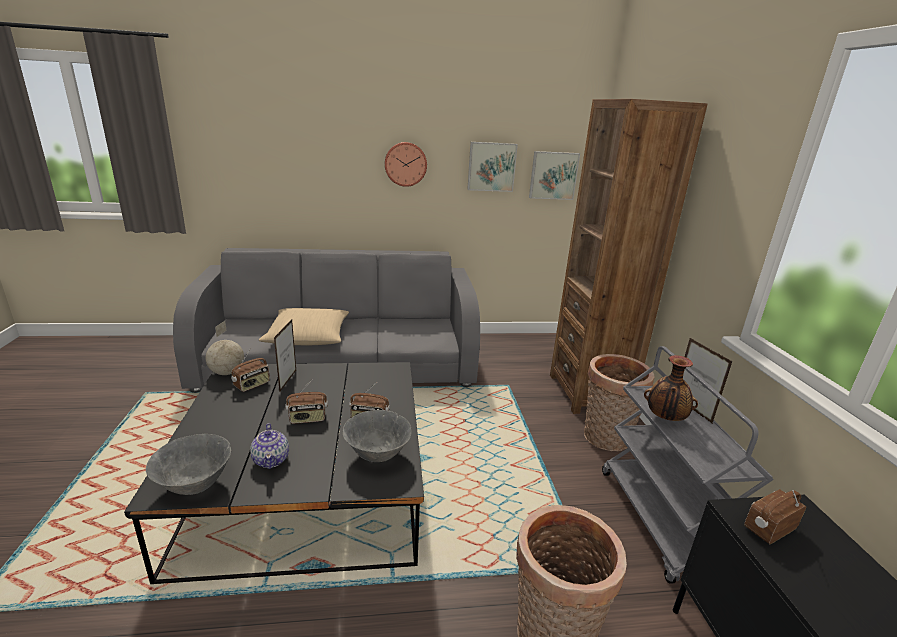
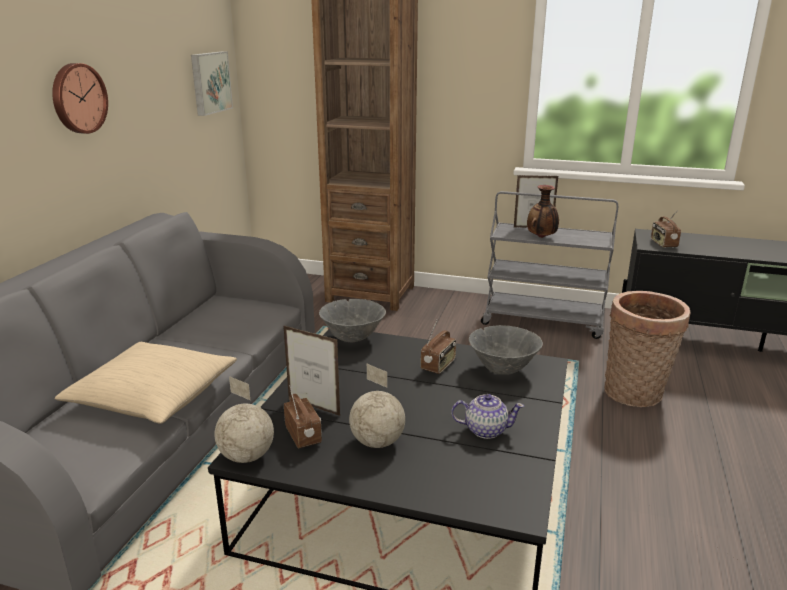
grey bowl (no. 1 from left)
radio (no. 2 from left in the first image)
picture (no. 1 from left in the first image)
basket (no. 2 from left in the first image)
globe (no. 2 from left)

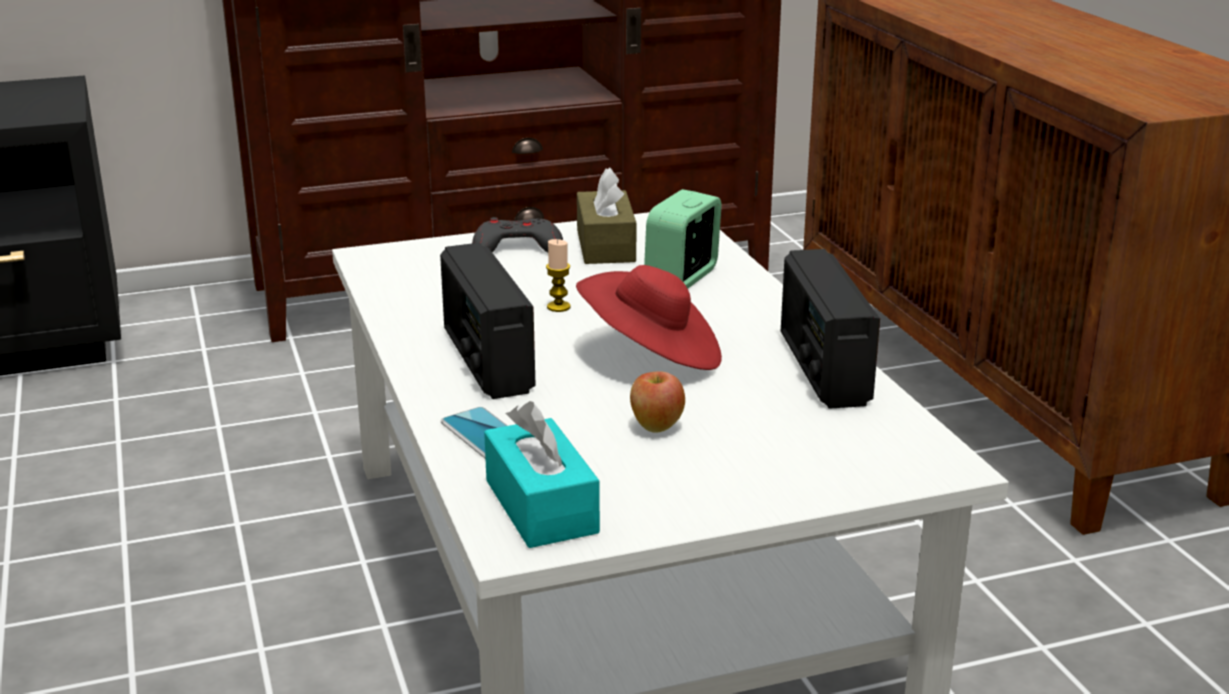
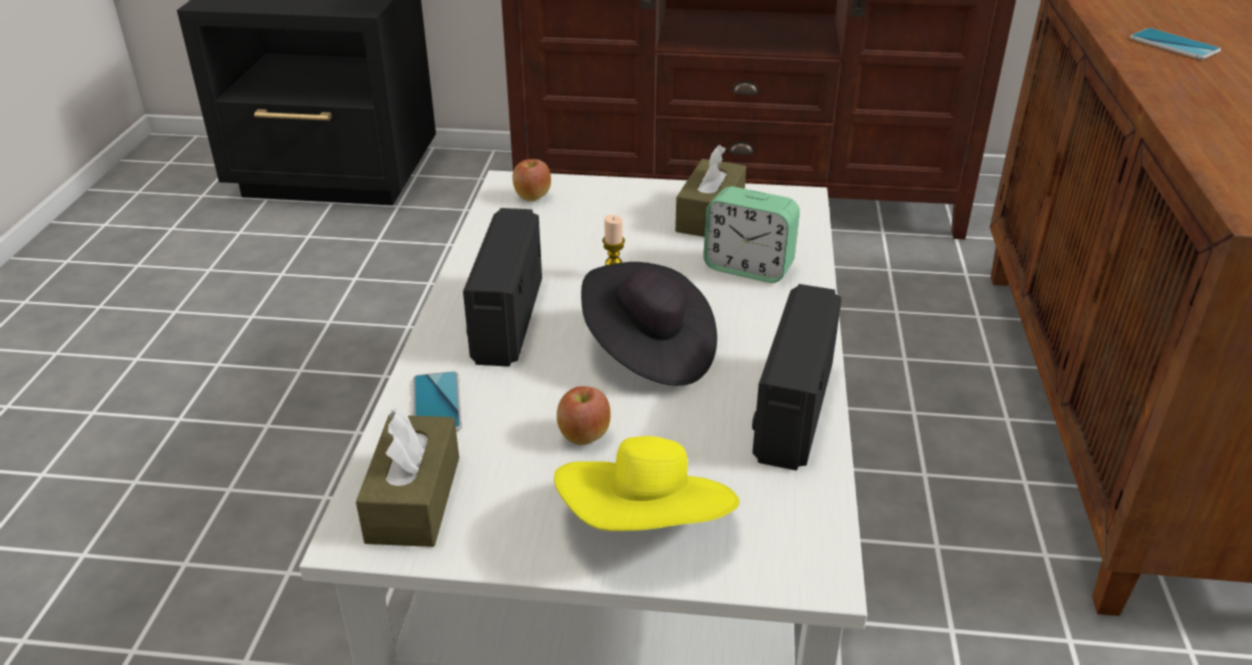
grey game controller
brown tissue box (no. 1 from left)
black hat
alarm clock
apple (no. 1 from left)
yellow hat
phone (no. 2 from left)

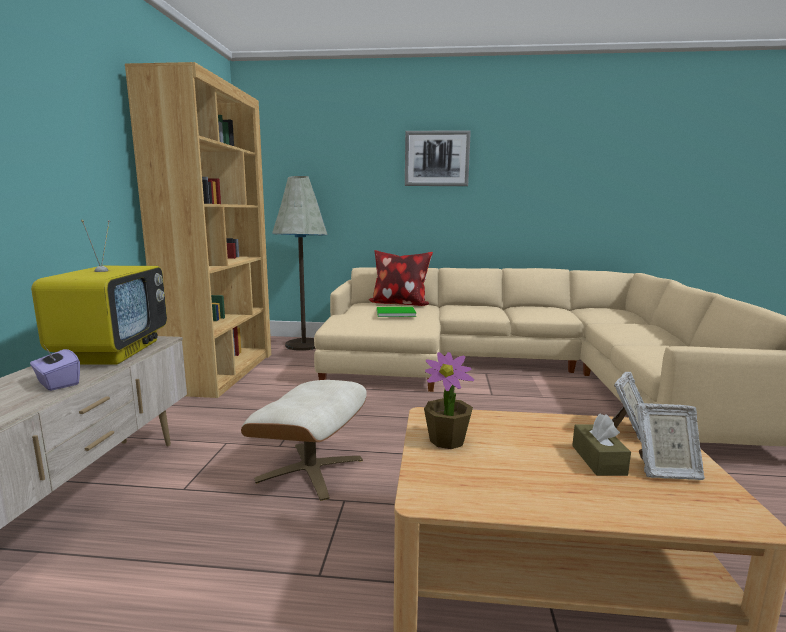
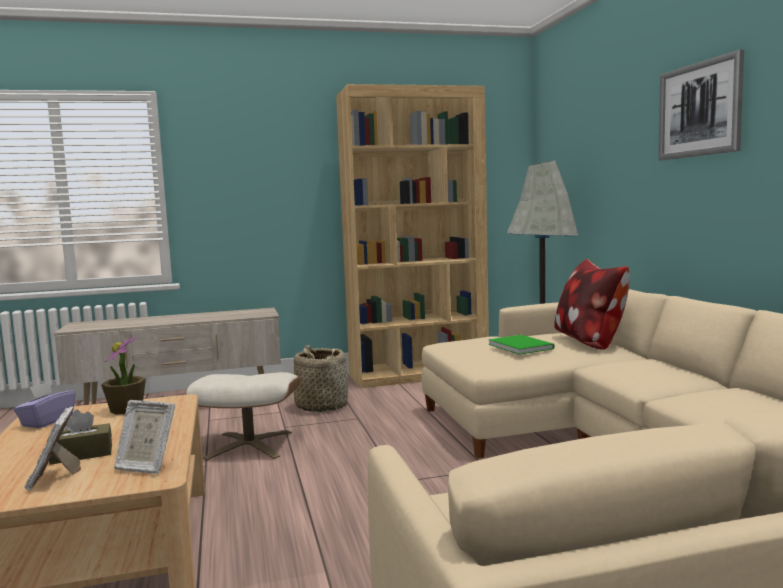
purple tissue box
television
basket

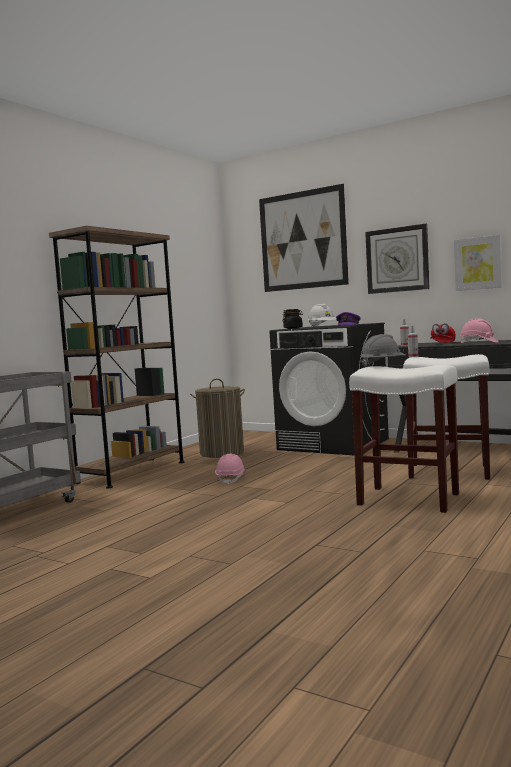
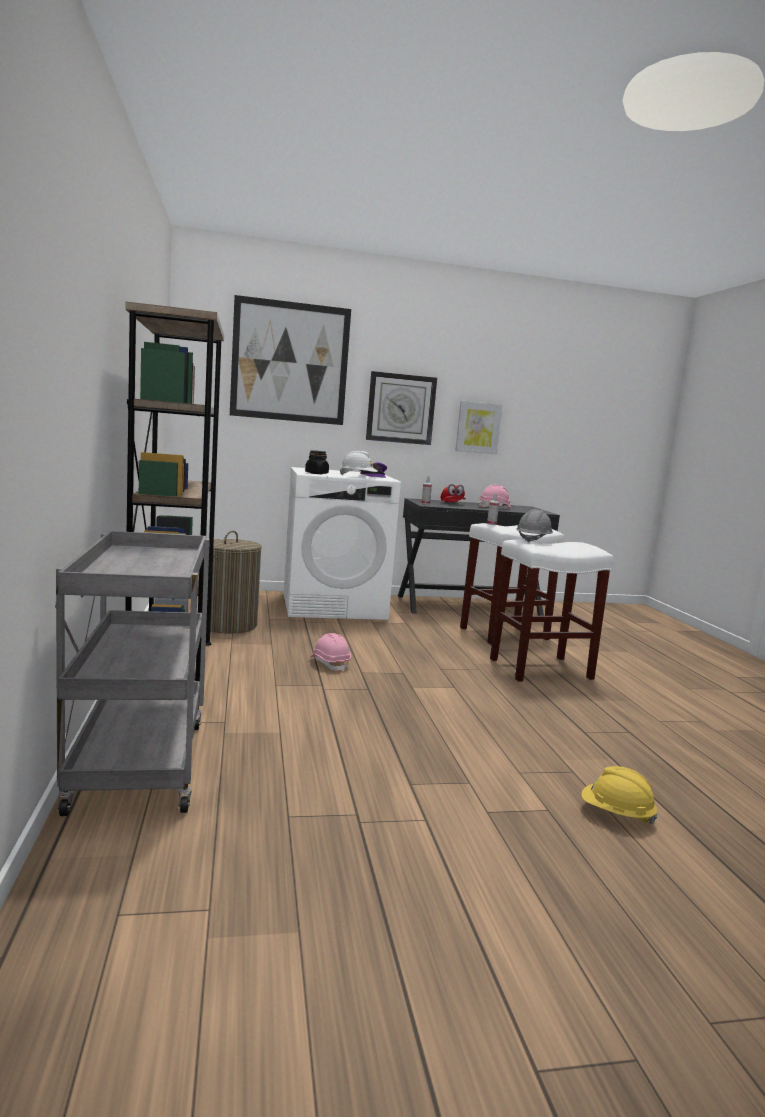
white washing machine
yellow hard hat

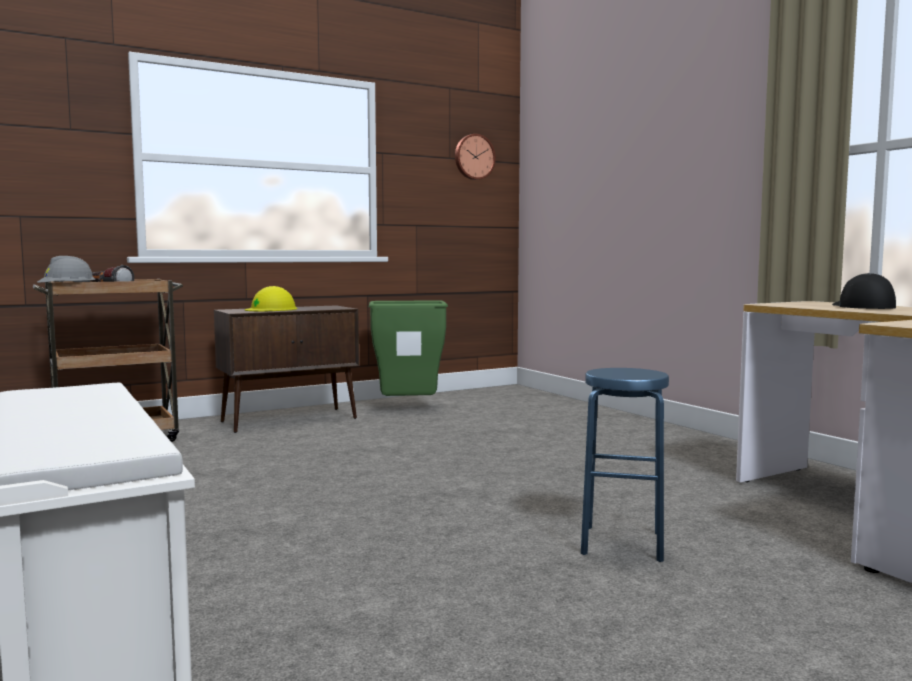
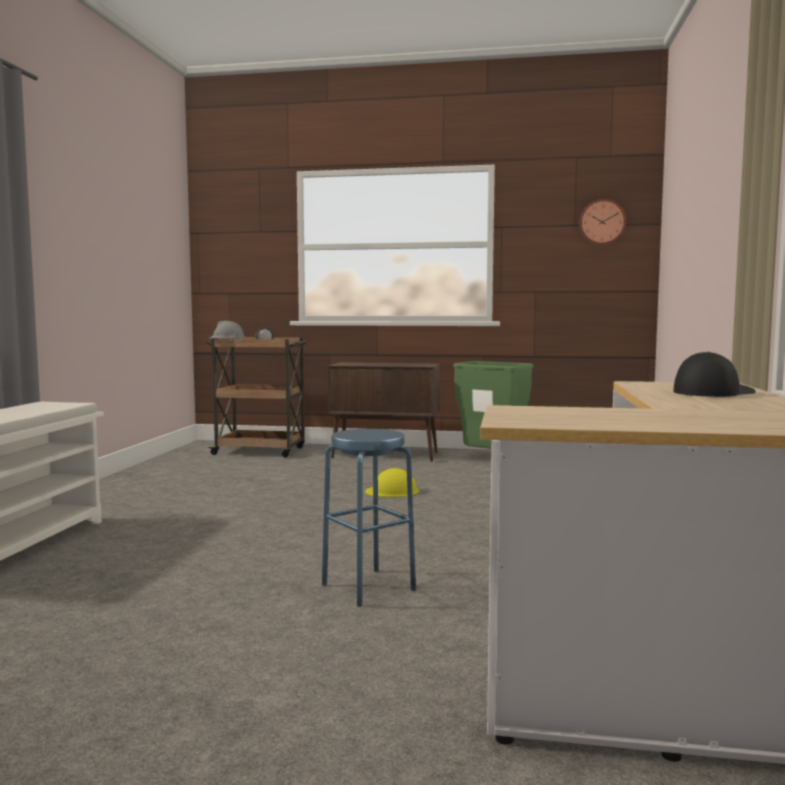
yellow hard hat

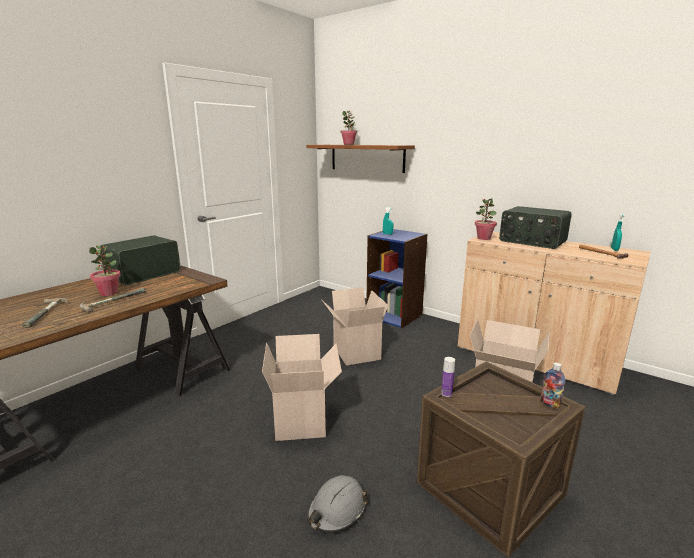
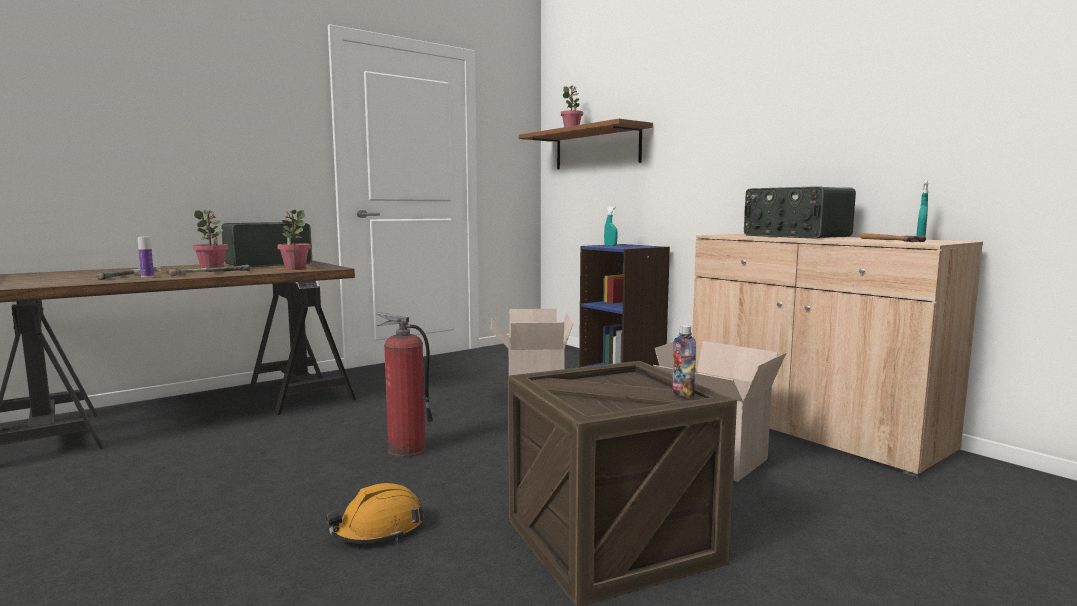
fire extinguisher
orange hard hat
bottle (no. 1 from left)
potted plant (no. 2 from left)

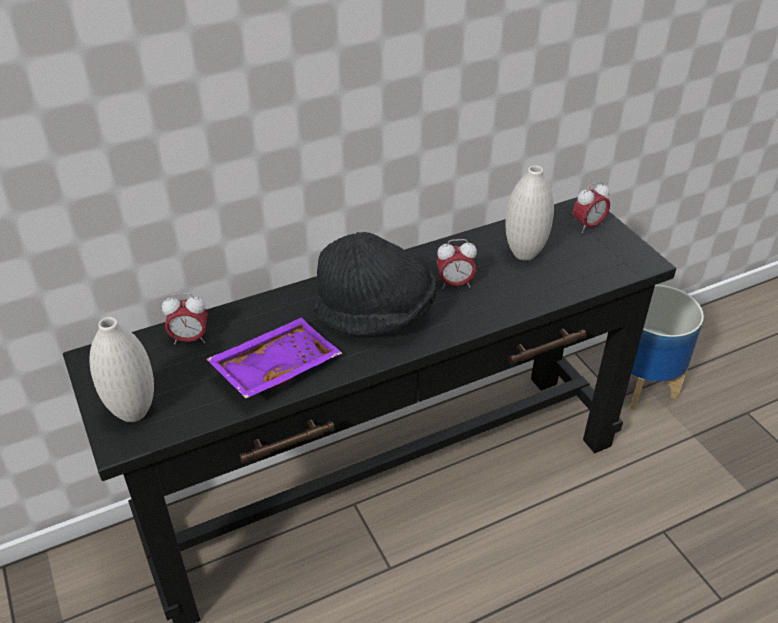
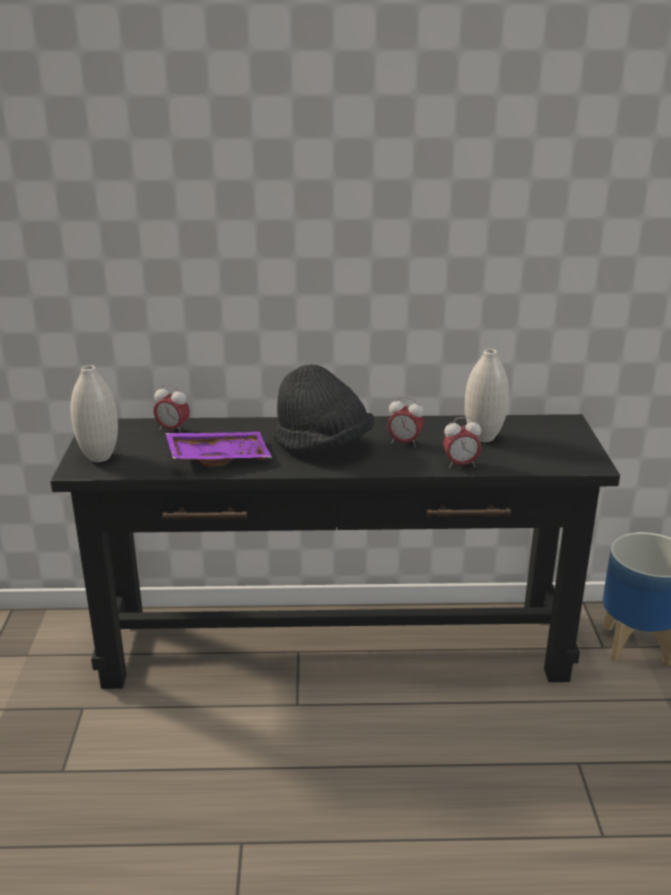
alarm clock (no. 3 from left)

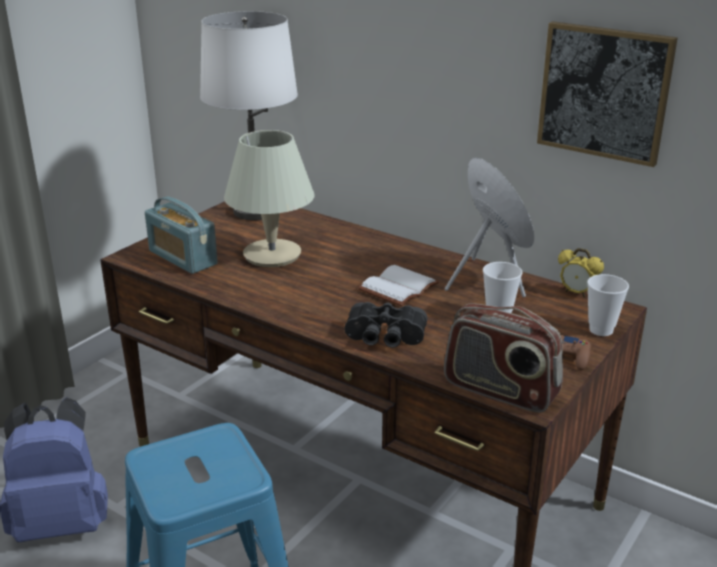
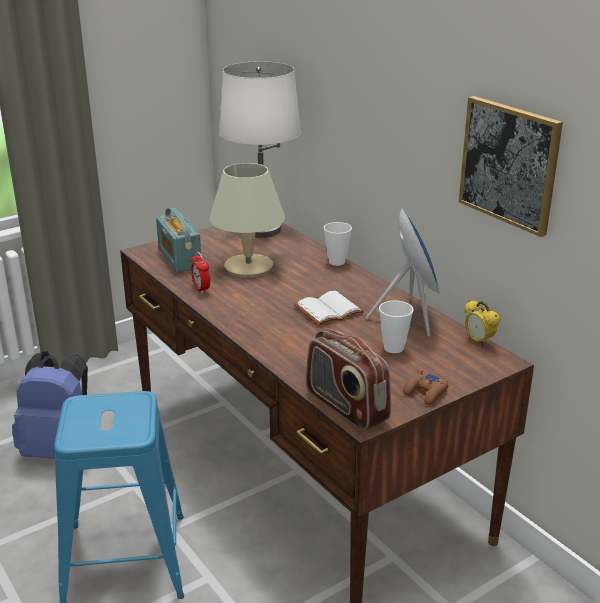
black binoculars
cup (no. 1 from left)
alarm clock (no. 1 from left)

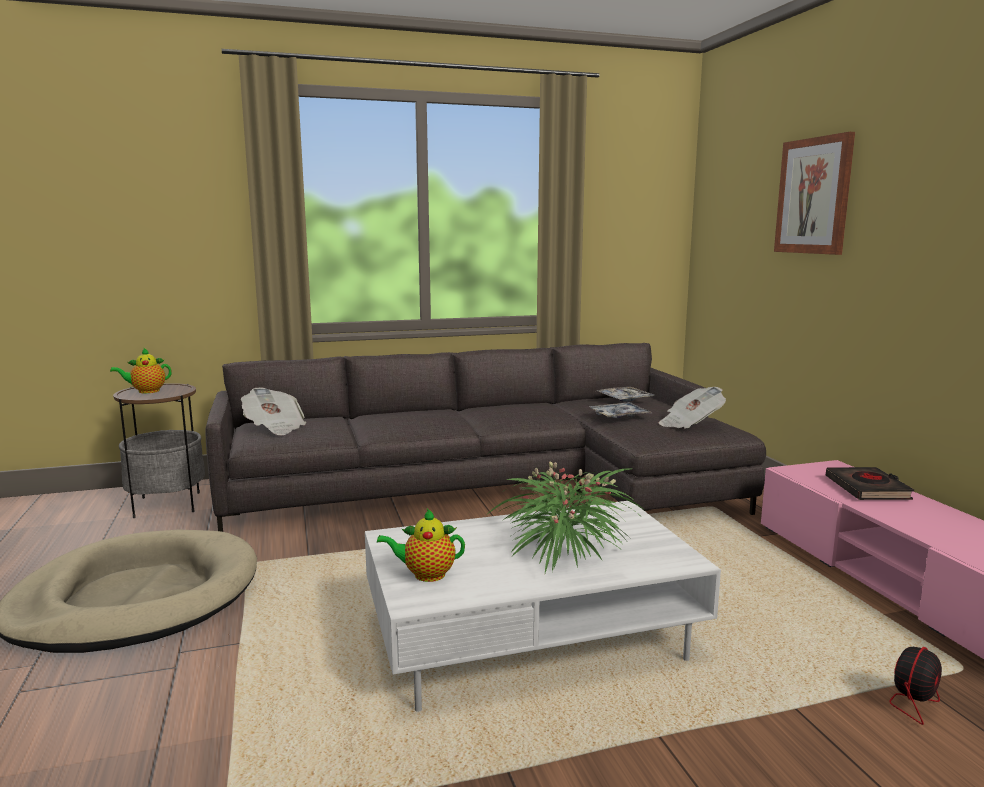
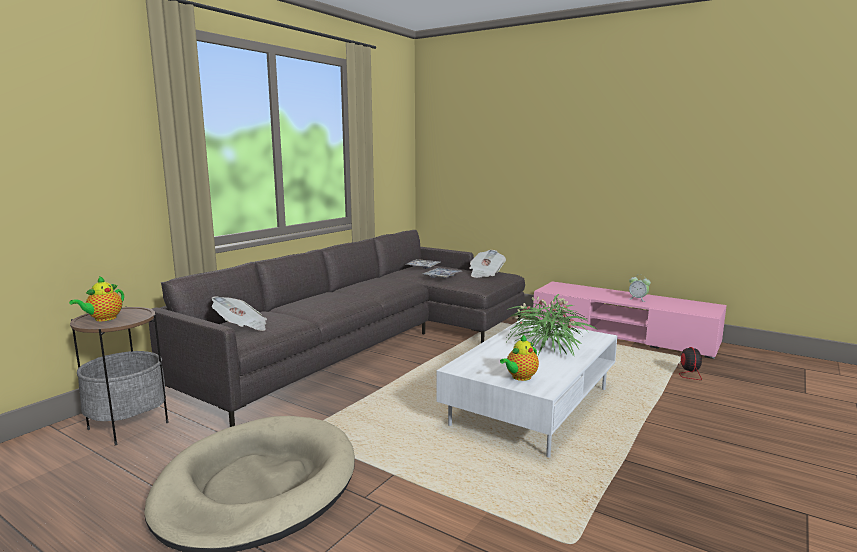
picture
black book
alarm clock

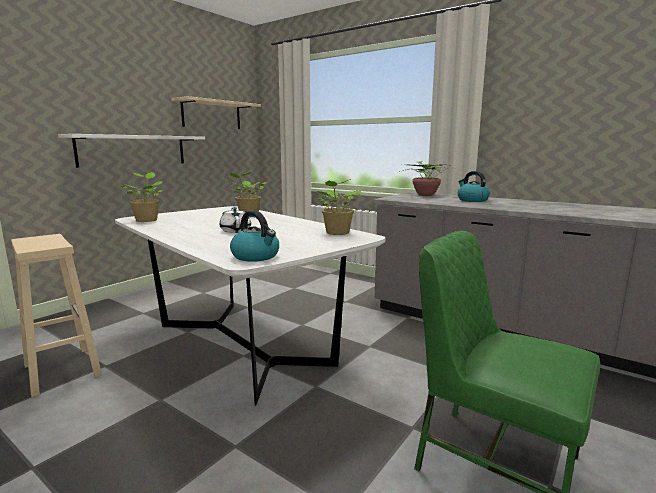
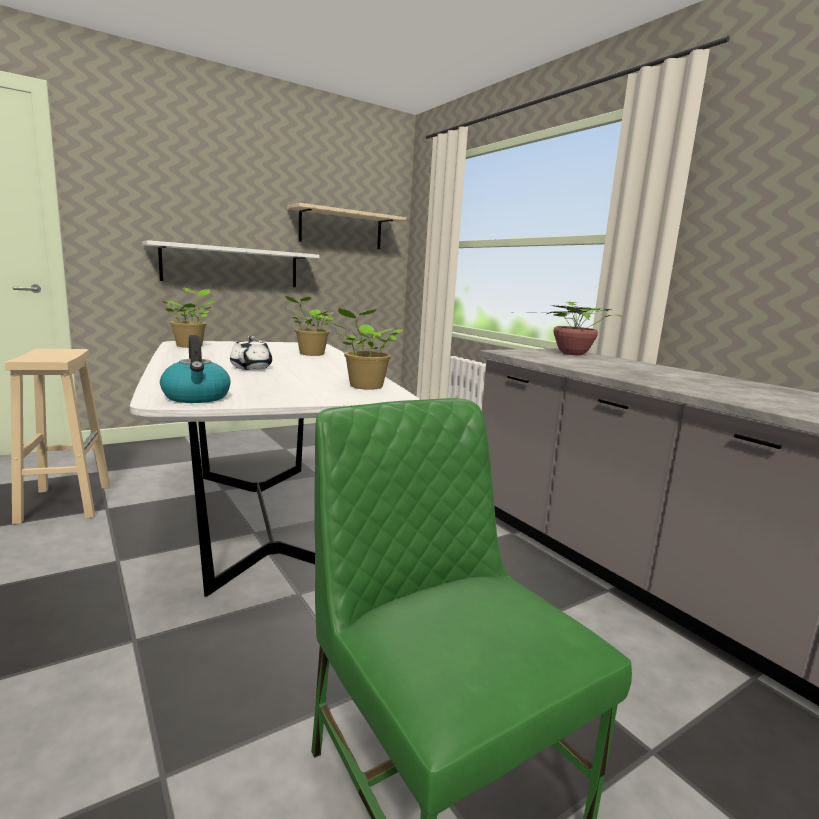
kettle (no. 2 from left in the first image)

